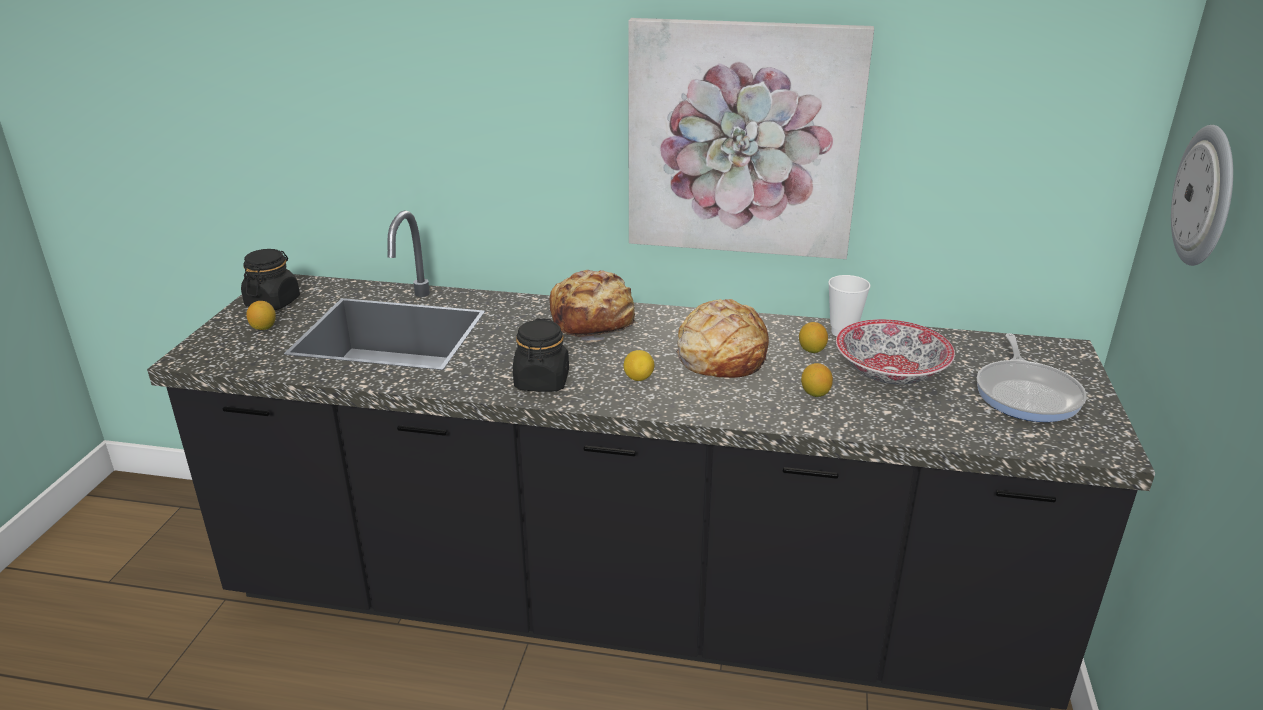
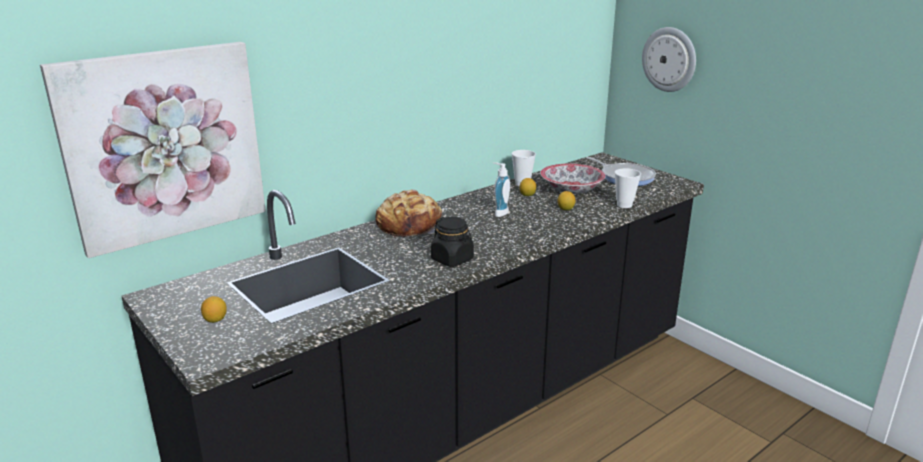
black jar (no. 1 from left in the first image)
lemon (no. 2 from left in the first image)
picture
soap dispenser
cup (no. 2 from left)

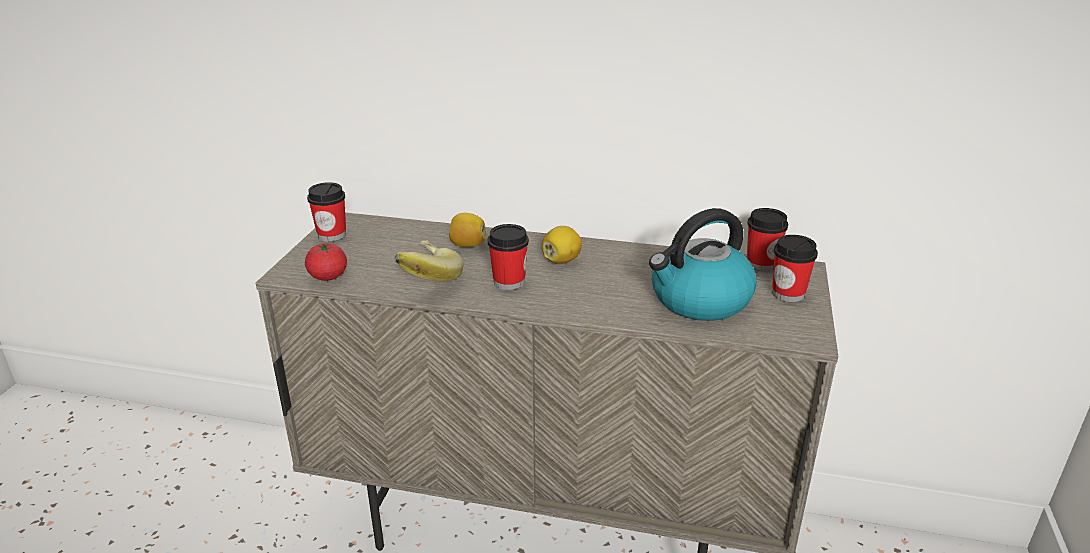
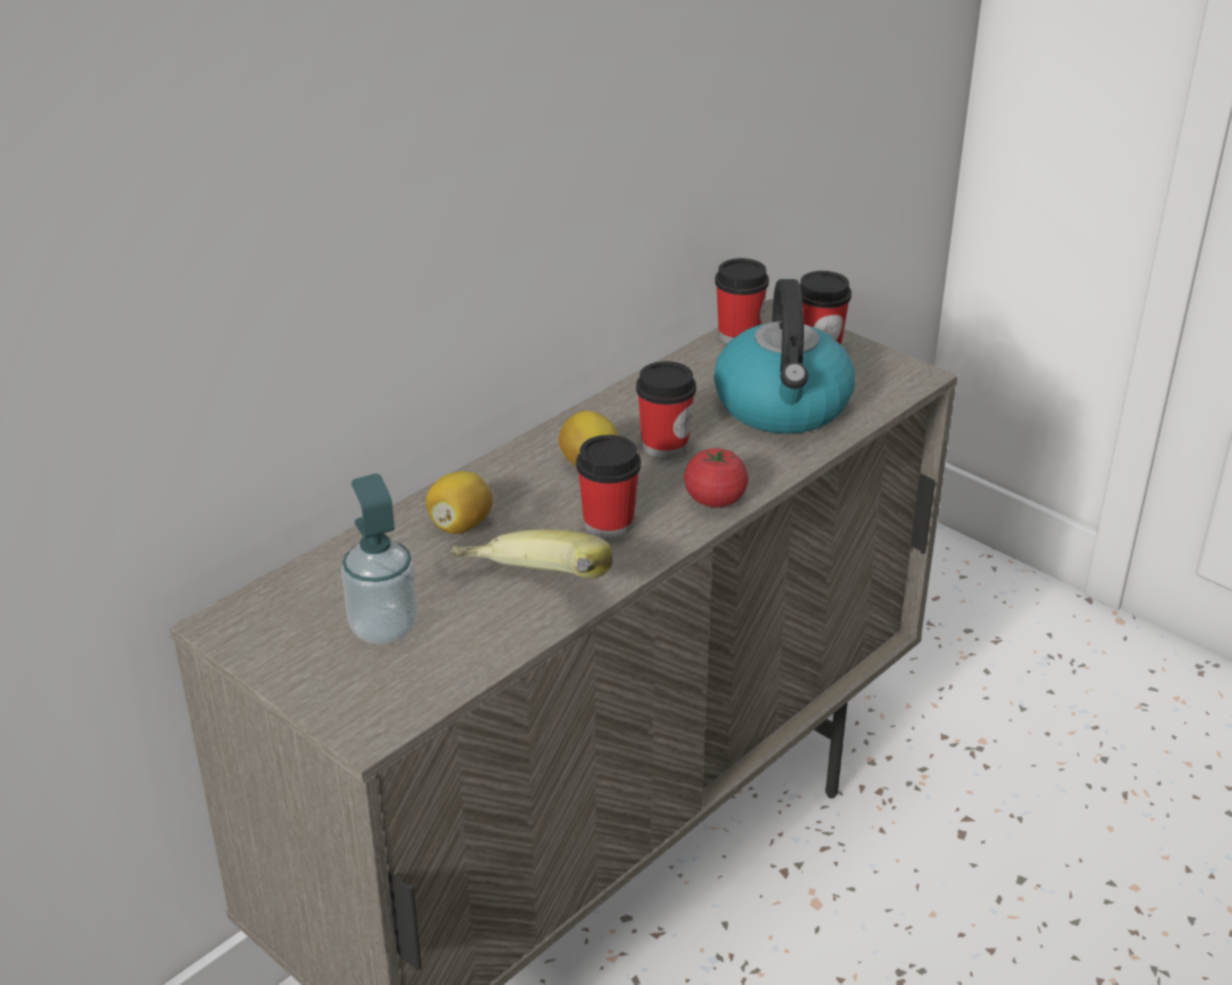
tomato
cup (no. 2 from left)
soap dispenser

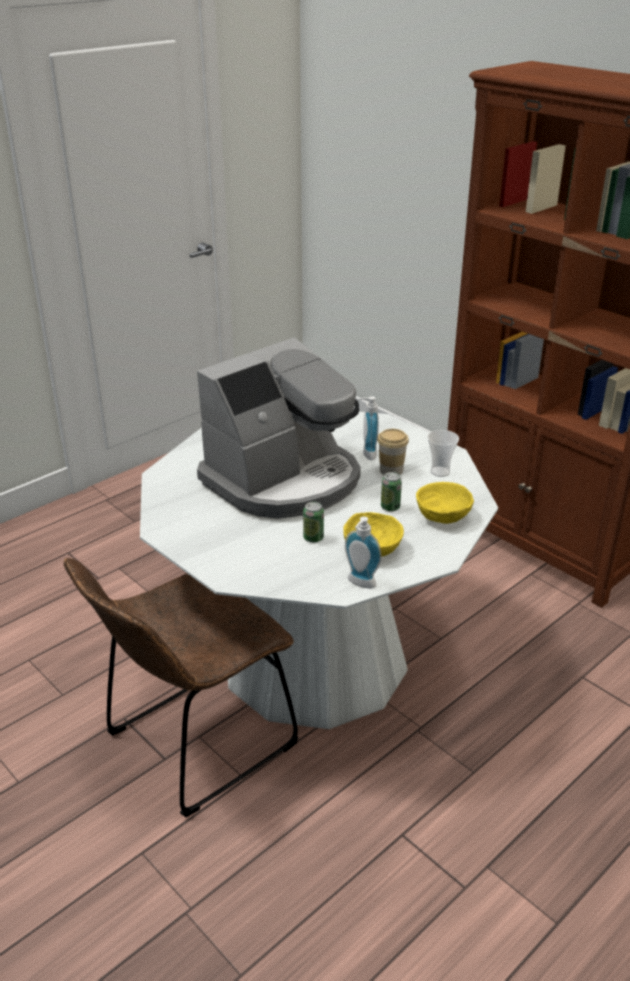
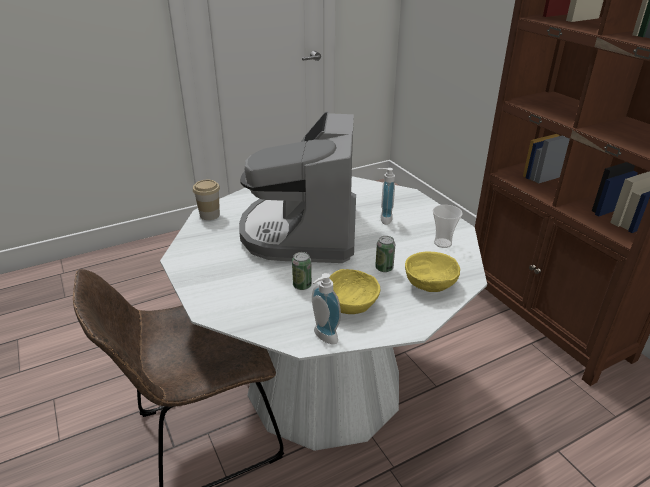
coffee machine
cup (no. 1 from left)

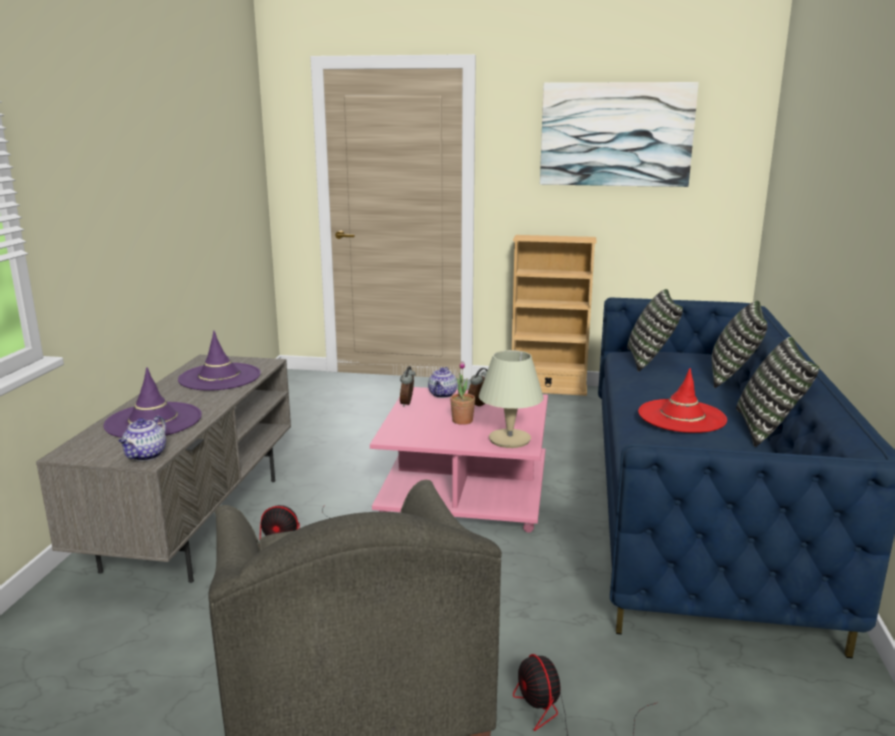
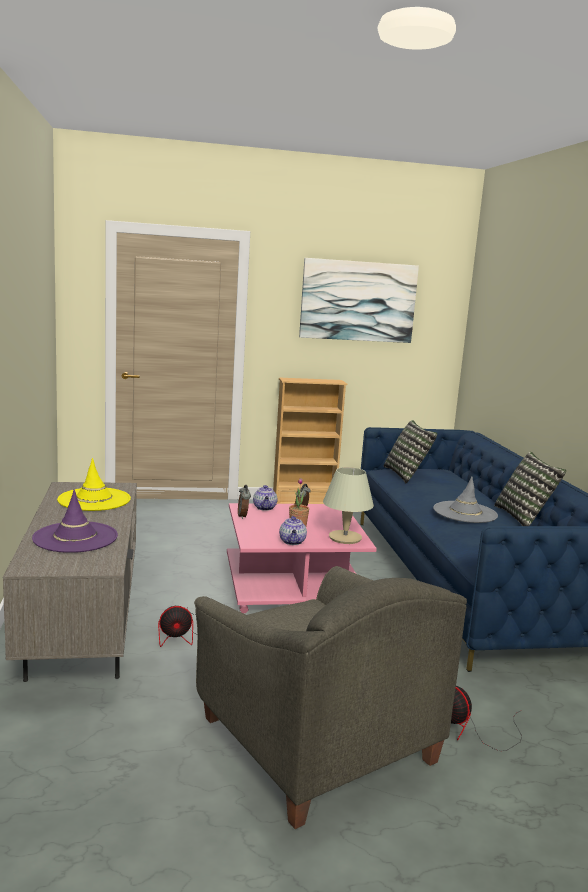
teapot (no. 2 from left)
yellow hat
grey hat
pillow (no. 2 from left in the first image)

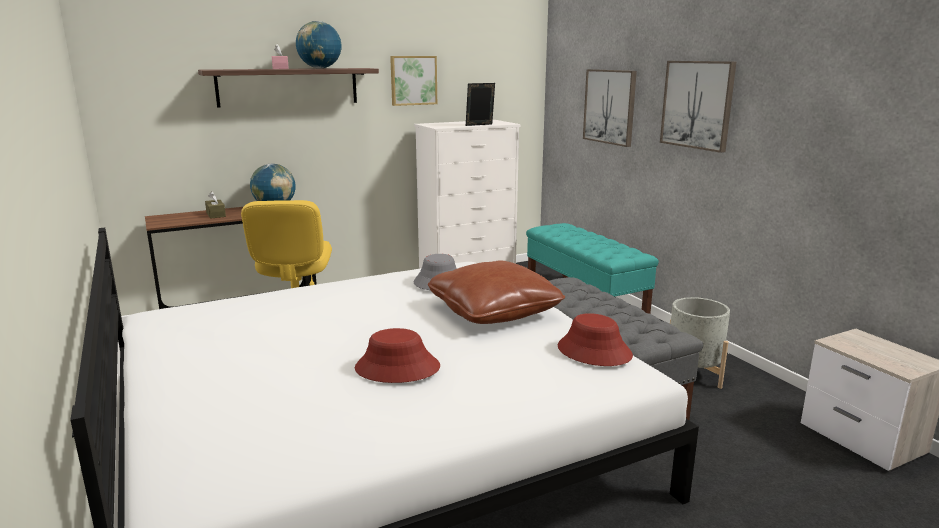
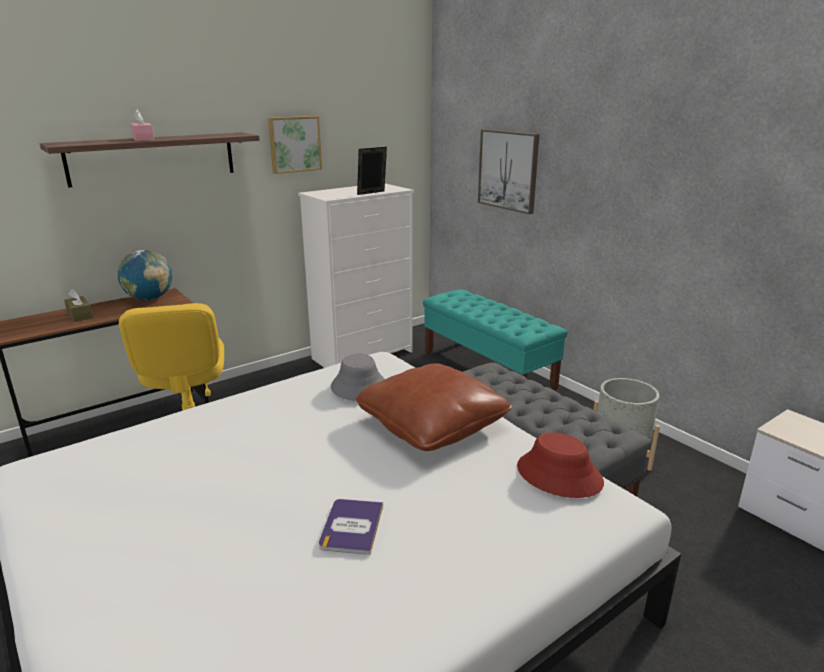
globe (no. 2 from left in the first image)
book
picture (no. 3 from left in the first image)

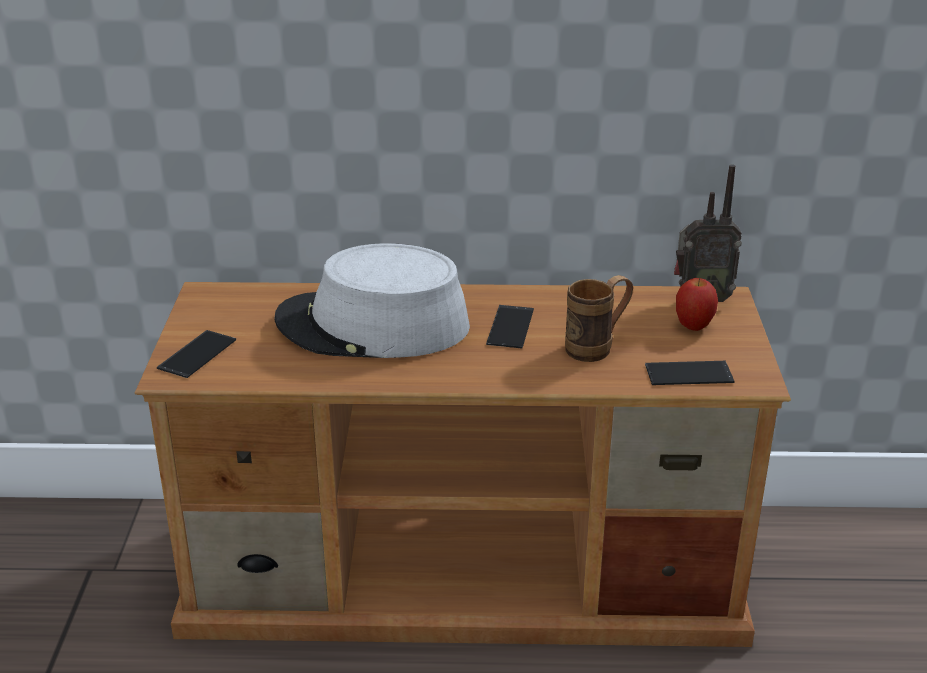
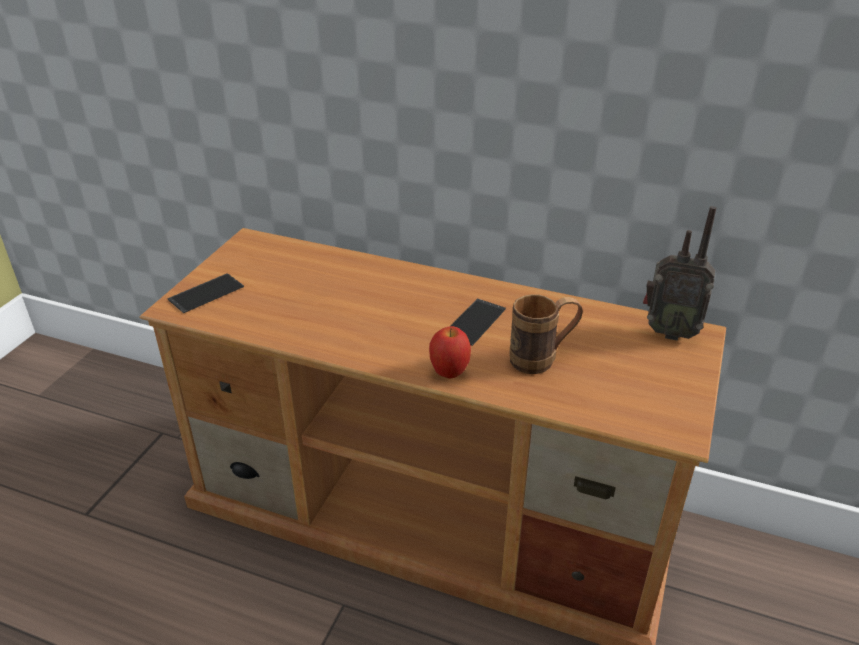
grey hat
phone (no. 3 from left in the first image)
apple

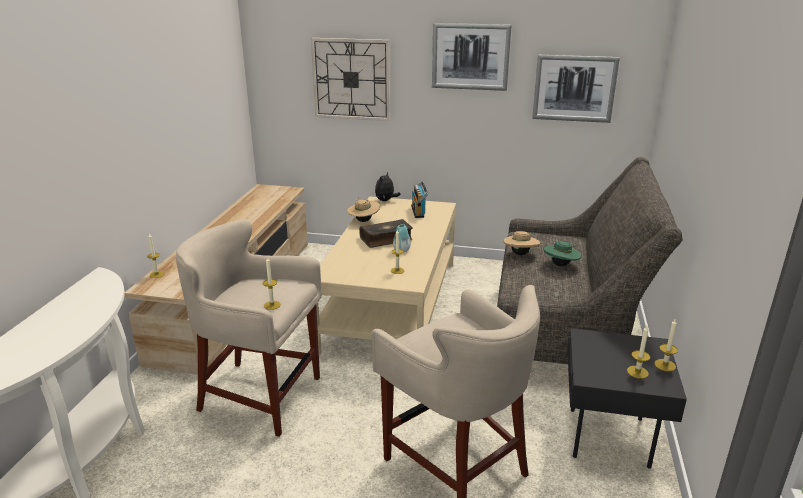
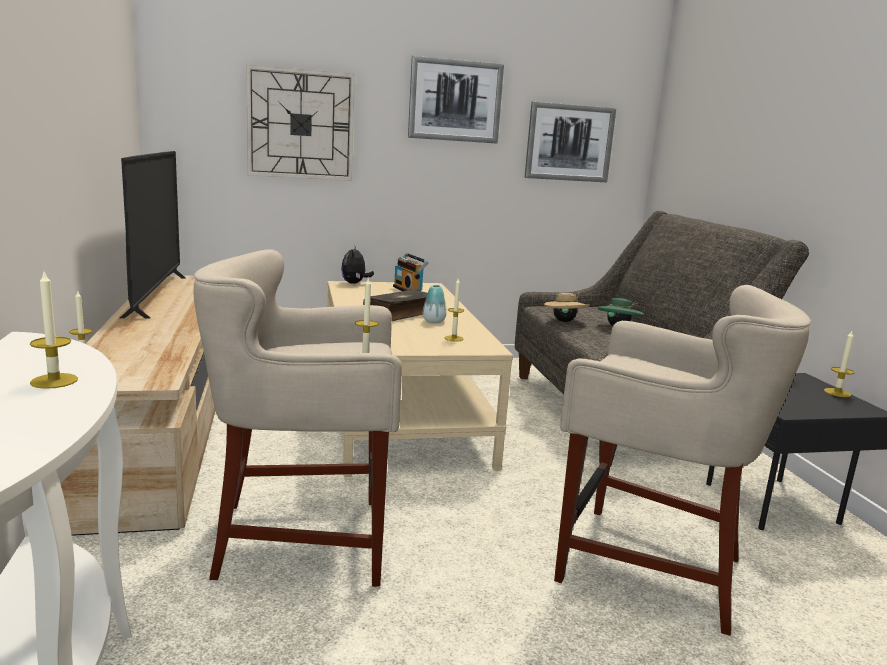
beige hat (no. 1 from left in the first image)
candle (no. 1 from left)
television

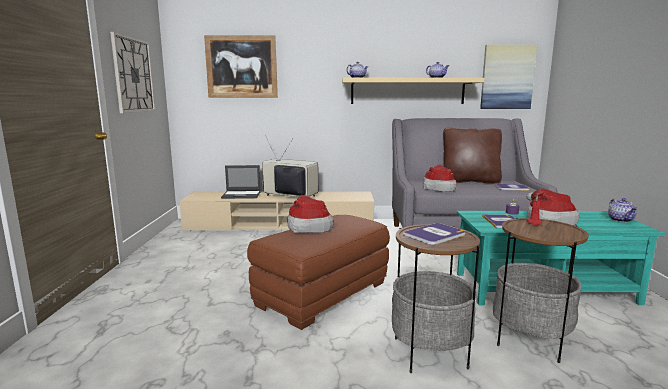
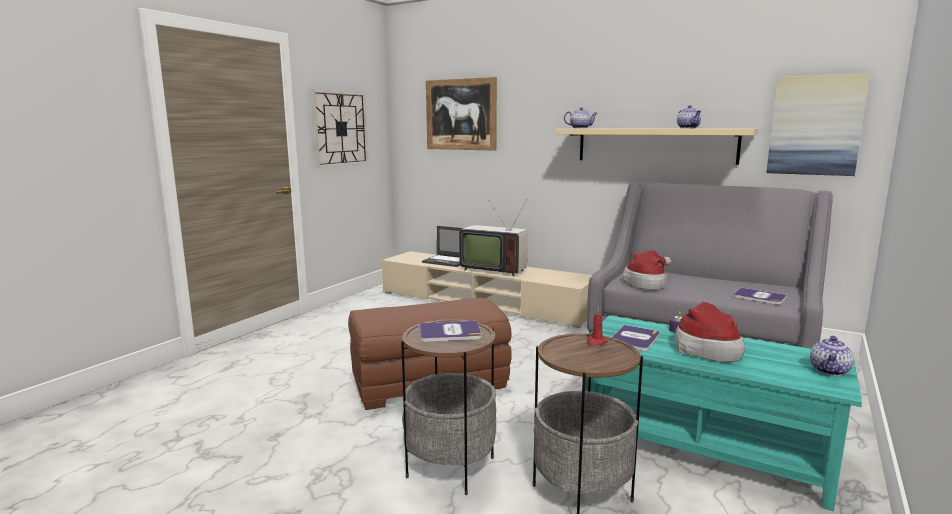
television
hat (no. 1 from left in the first image)
brown pillow

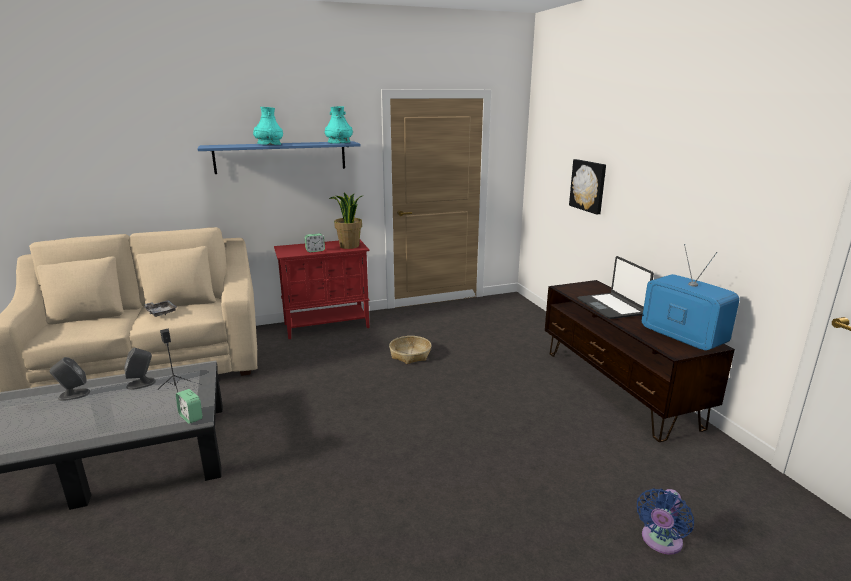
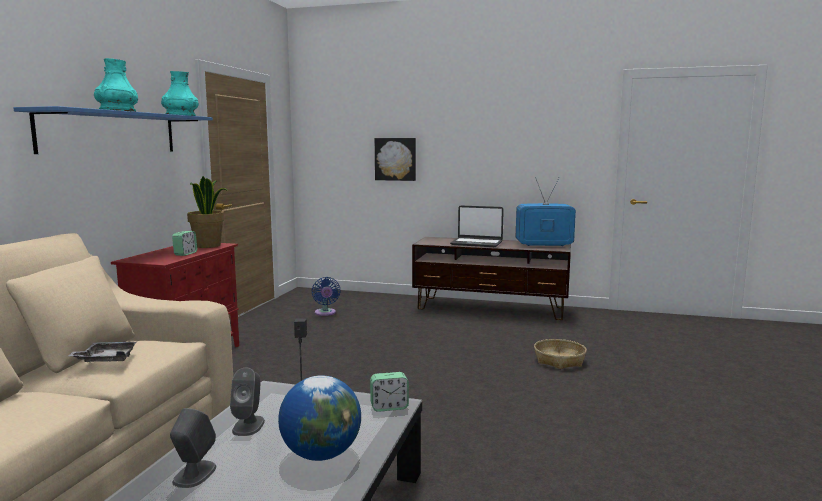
basket
blue fan
globe

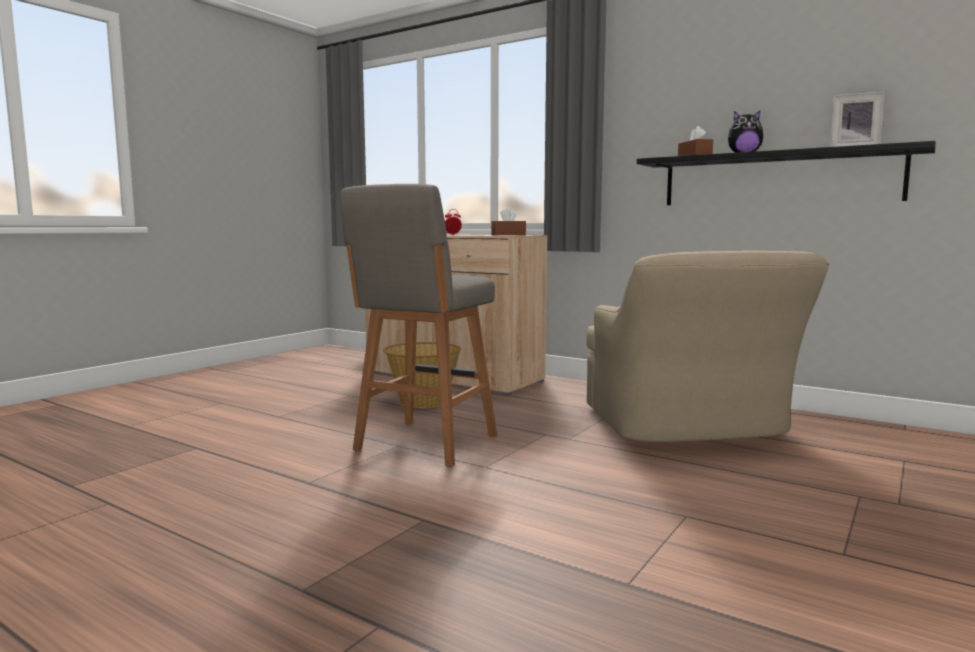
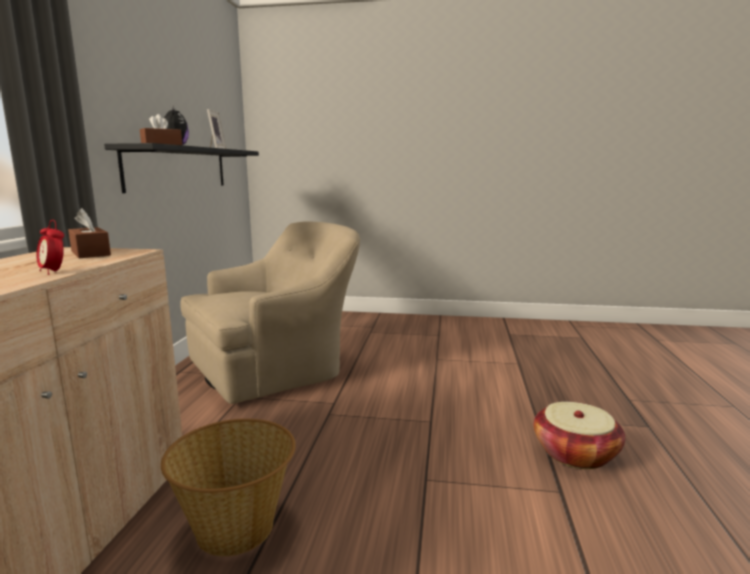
grey stool
basket (no. 2 from left)

